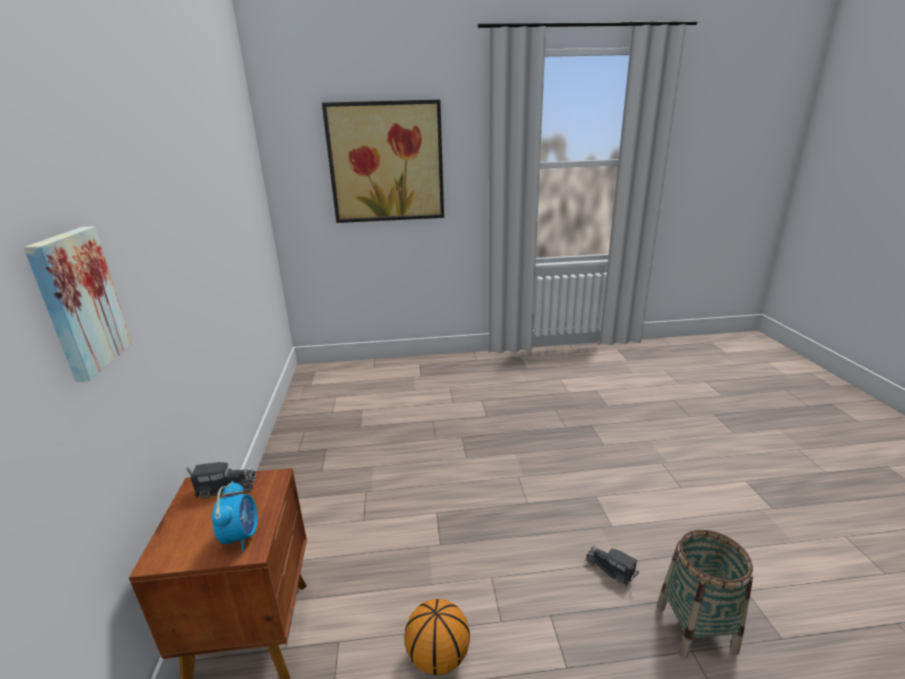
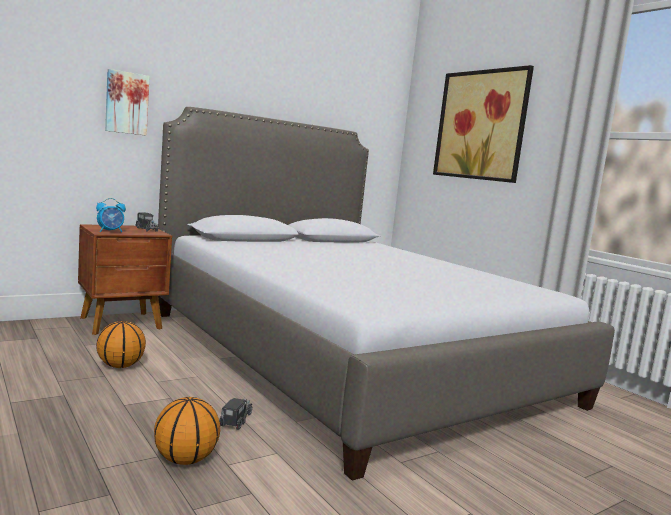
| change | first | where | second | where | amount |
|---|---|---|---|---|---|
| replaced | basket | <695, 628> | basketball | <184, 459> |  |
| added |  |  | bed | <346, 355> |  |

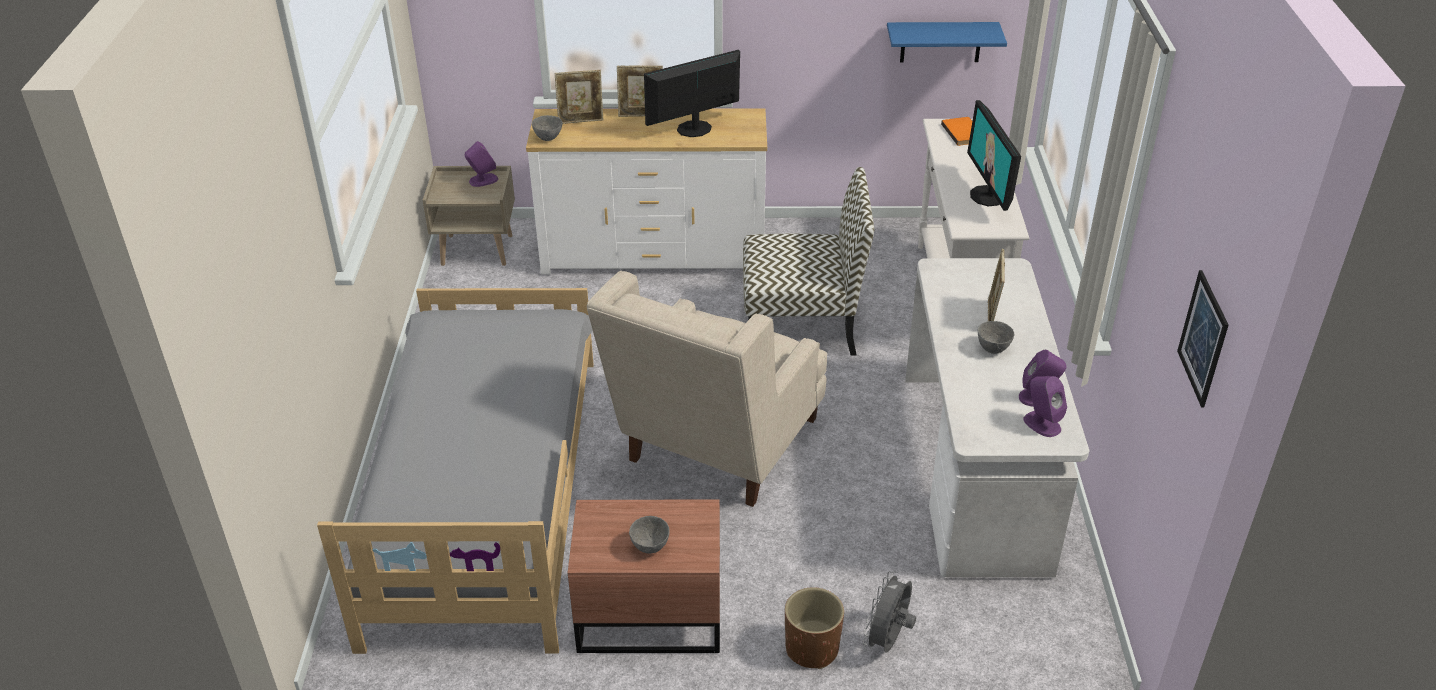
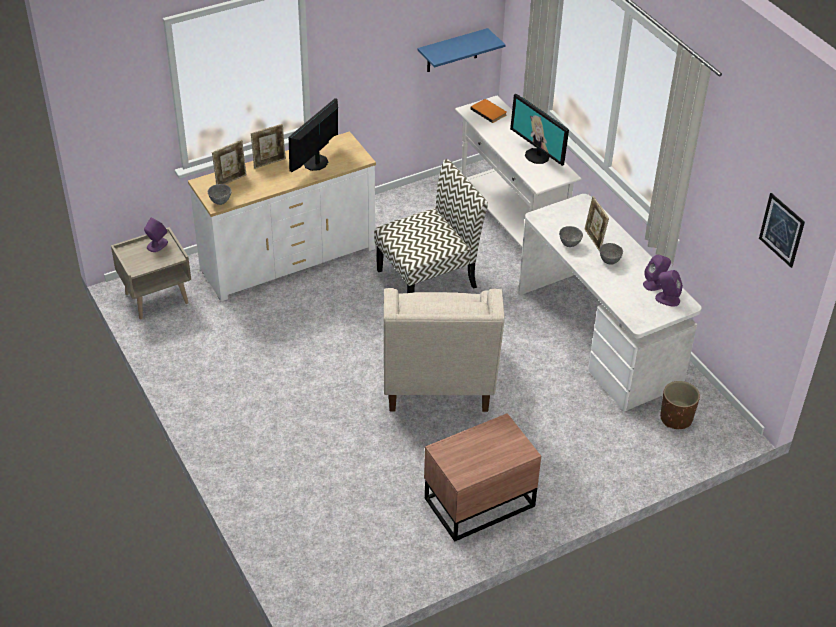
| change | first | where | second | where | amount |
|---|---|---|---|---|---|
| removed | bed (grey) | <485, 490> |  |  |  |
| moved | bowl (grey) | <651, 547> |  | <570, 244> |  |
| removed | fan (grey) | <887, 641> |  |  |  |
| moved | planter (brown) | <811, 649> |  | <676, 418> |  |

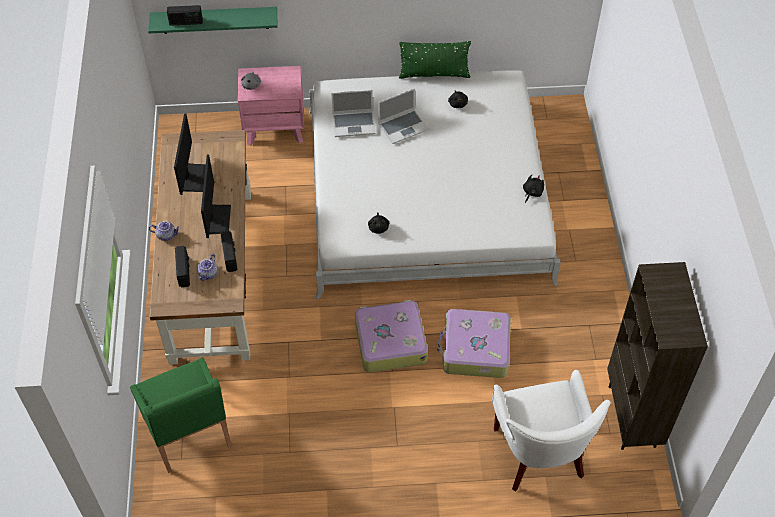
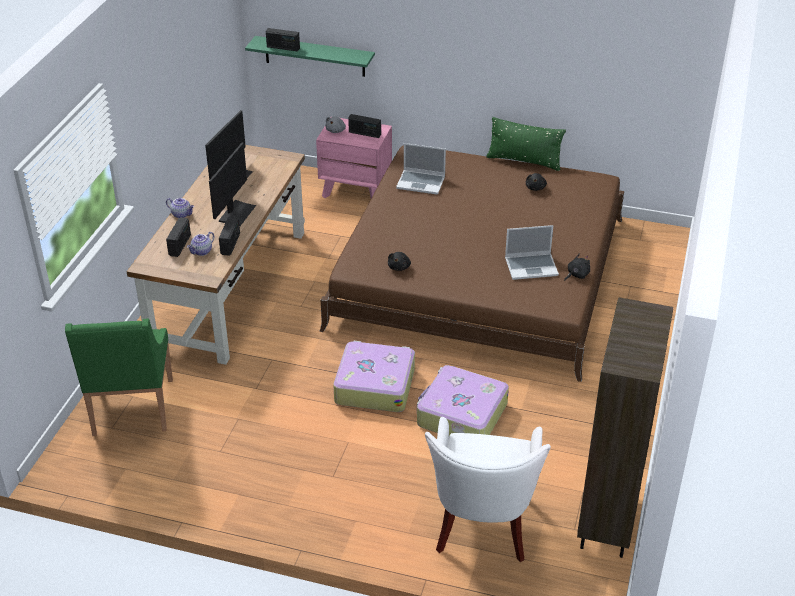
| change | first | where | second | where | amount |
|---|---|---|---|---|---|
| recoloured | bed (white) | <426, 193> | bed (brown) | <479, 272> |  |
| moved | laptop | <403, 126> |  | <531, 267> |  |
| added |  |  | radio | <364, 133> |  |

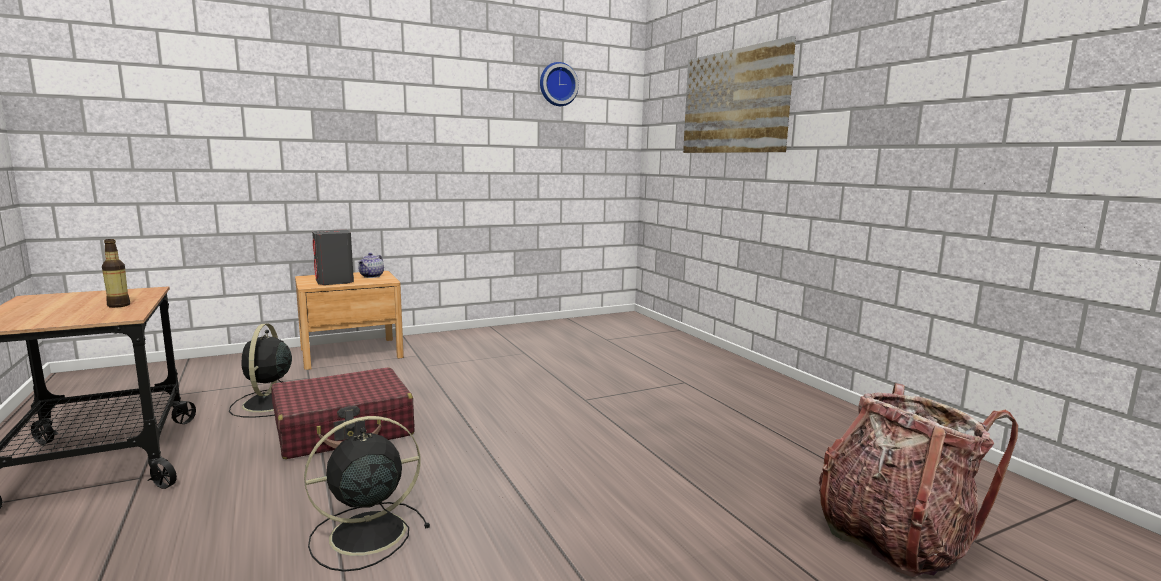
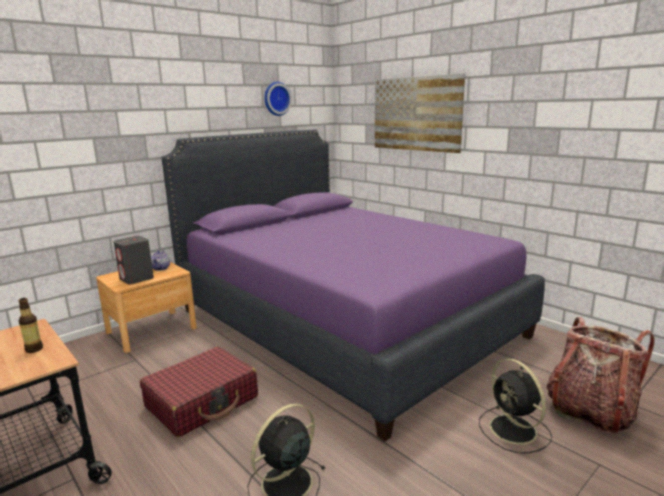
| change | first | where | second | where | amount |
|---|---|---|---|---|---|
| moved | fan (black) | <268, 404> |  | <514, 430> |  |
| added |  |  | bed (purple) | <344, 322> |  |

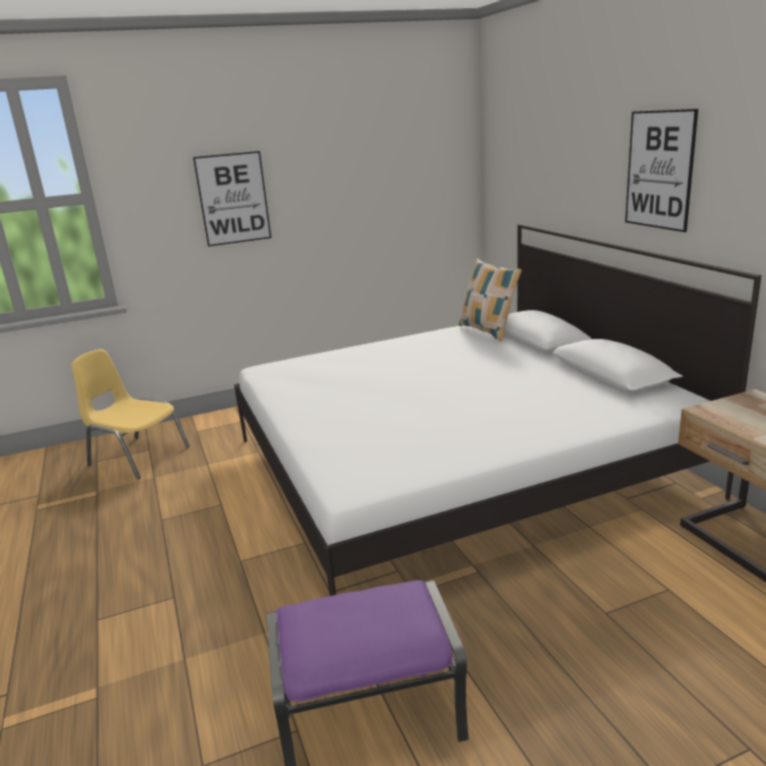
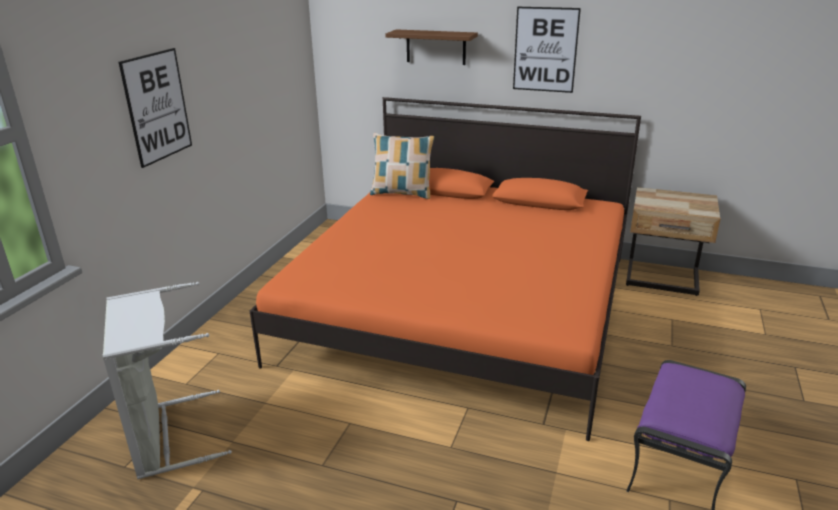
| change | first | where | second | where | amount |
|---|---|---|---|---|---|
| recoloured | bed (white) | <456, 466> | bed (orange) | <463, 307> |  |
| replaced | chair (yellow) | <137, 456> | laundry basket (grey) | <167, 436> |  |
| added |  |  | shelf (brown) | <436, 47> |  |

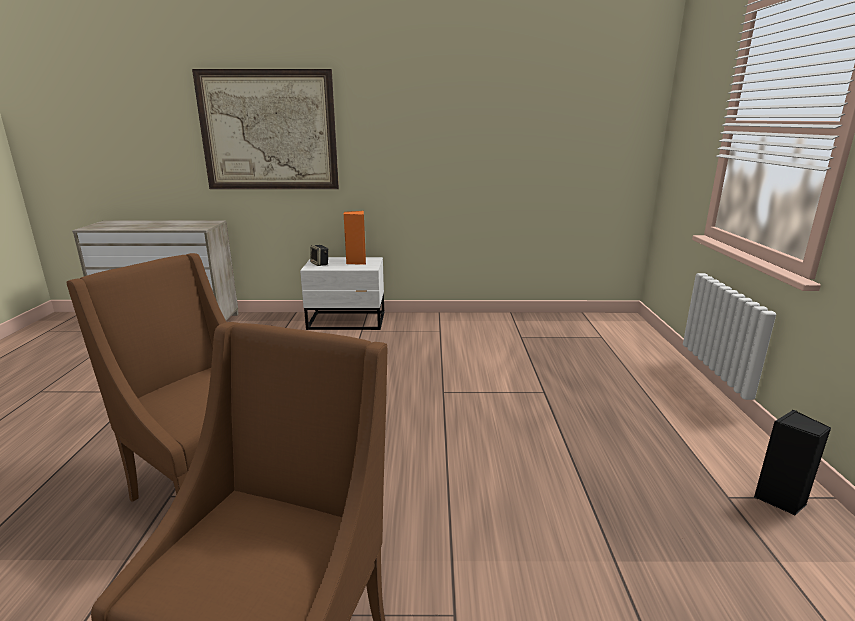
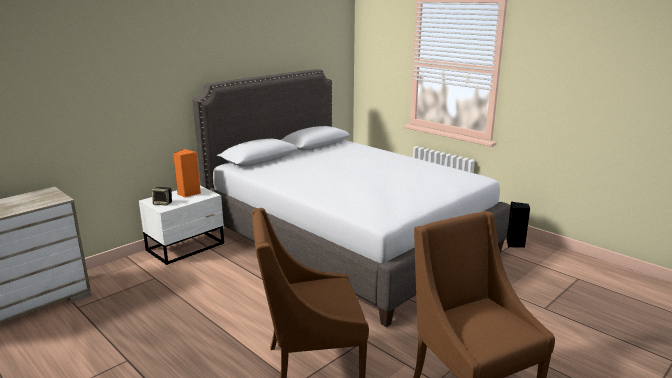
| change | first | where | second | where | amount |
|---|---|---|---|---|---|
| removed | picture | <268, 131> |  |  |  |
| added |  |  | bed (grey) | <347, 241> |  |

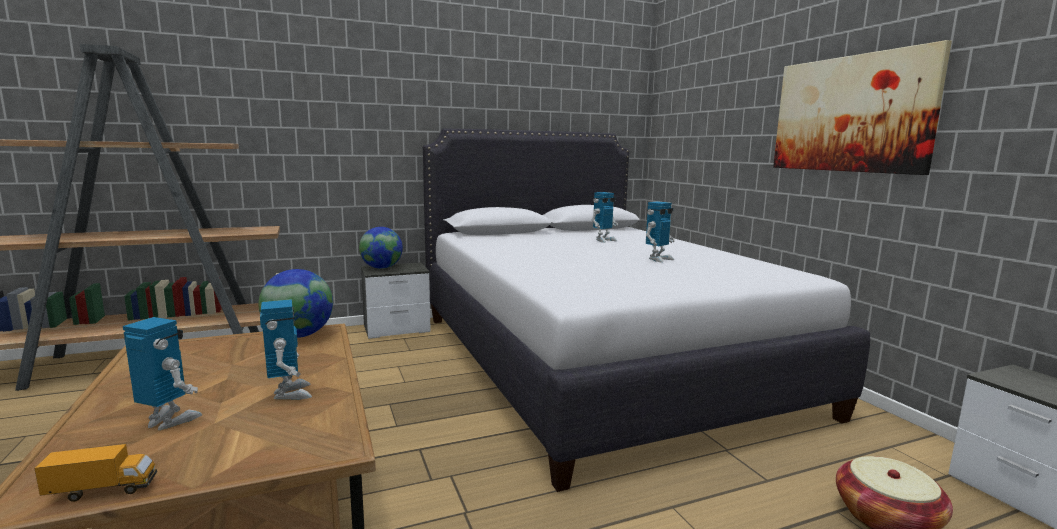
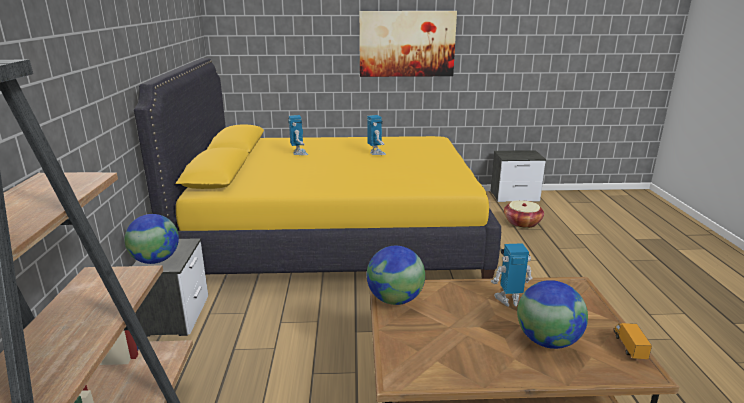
| change | first | where | second | where | amount |
|---|---|---|---|---|---|
| recoloured | bed (white) | <595, 360> | bed (yellow) | <335, 239> |  |
| replaced | toy robot | <168, 421> | globe | <547, 341> |  |

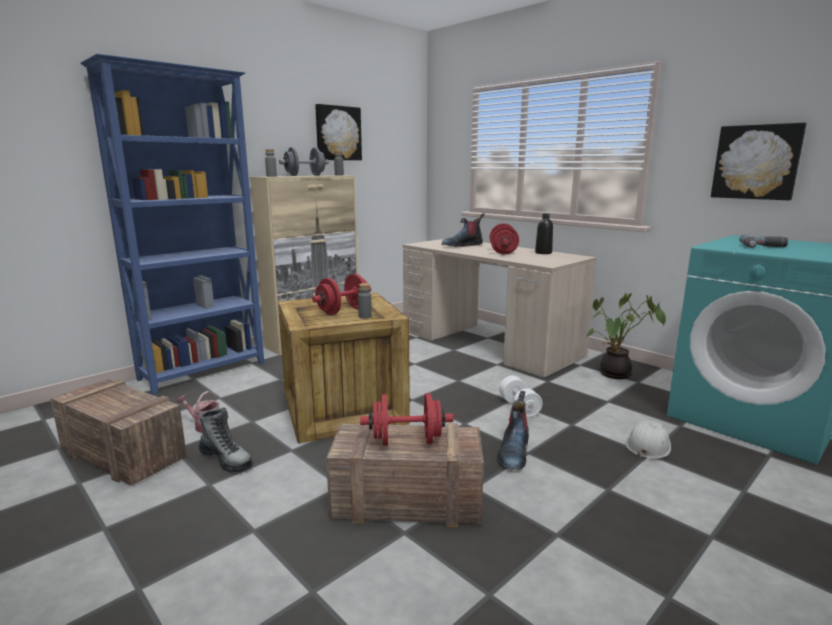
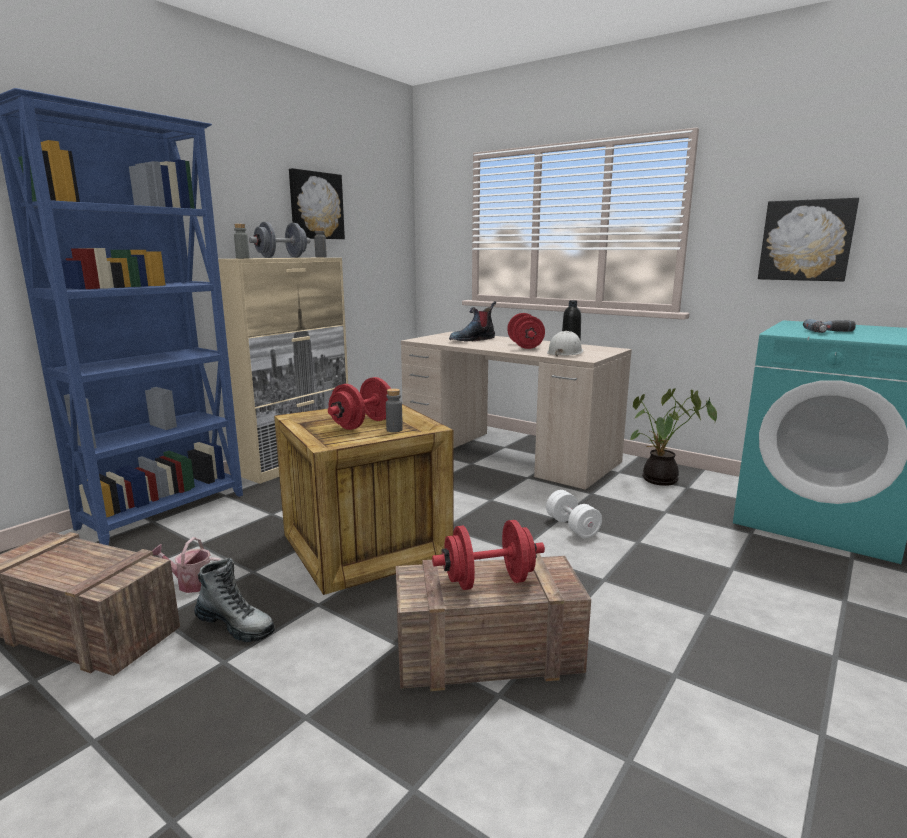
| change | first | where | second | where | amount |
|---|---|---|---|---|---|
| removed | boot | <514, 452> |  |  |  |
| moved | hard hat (white) | <648, 446> |  | <565, 353> |  |

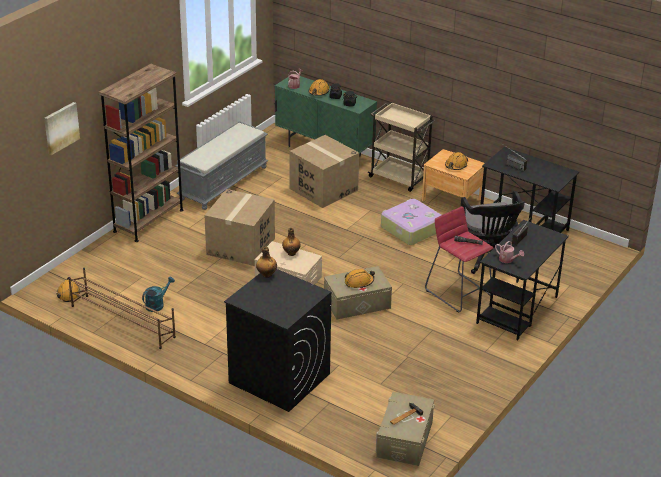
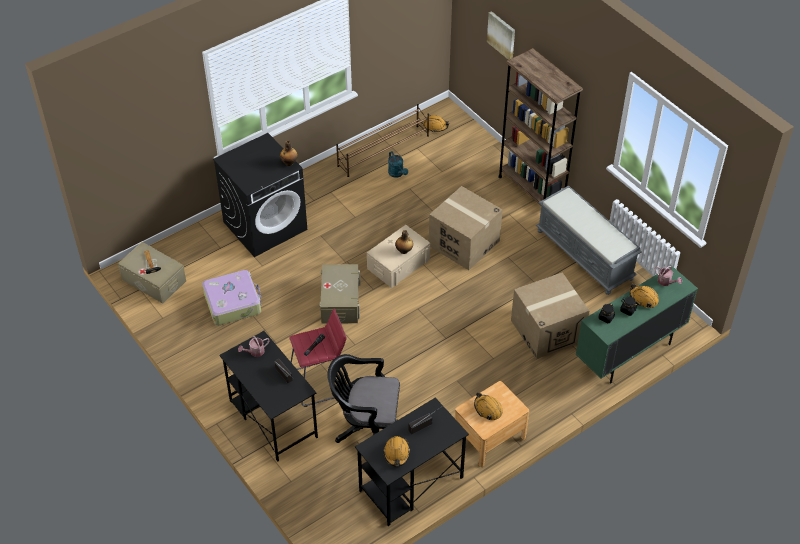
| change | first | where | second | where | amount |
|---|---|---|---|---|---|
| removed | cart (beige) | <399, 178> |  |  |  |
| moved | suitcase | <410, 228> |  | <233, 302> |  |
| moved | hard hat (orange) | <359, 282> |  | <397, 453> |  |

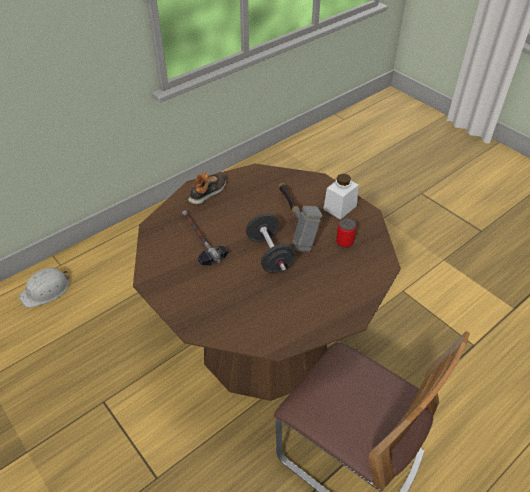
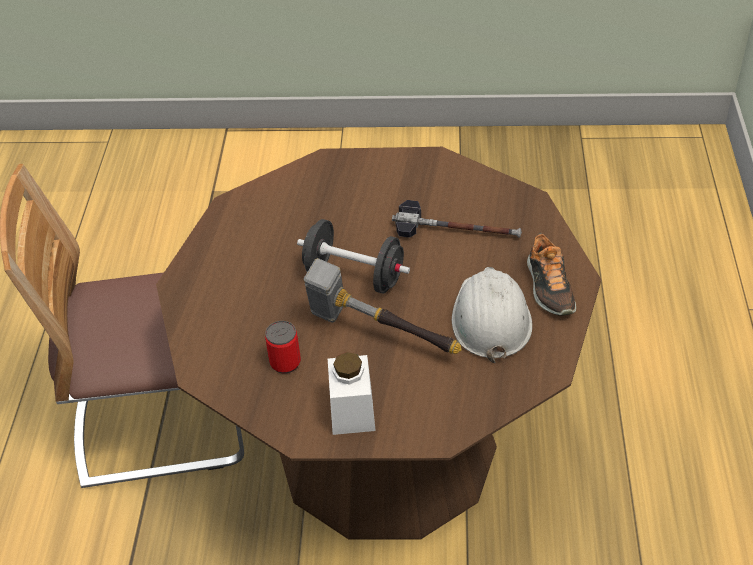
| change | first | where | second | where | amount |
|---|---|---|---|---|---|
| moved | hard hat (white) | <46, 290> |  | <490, 319> |  |

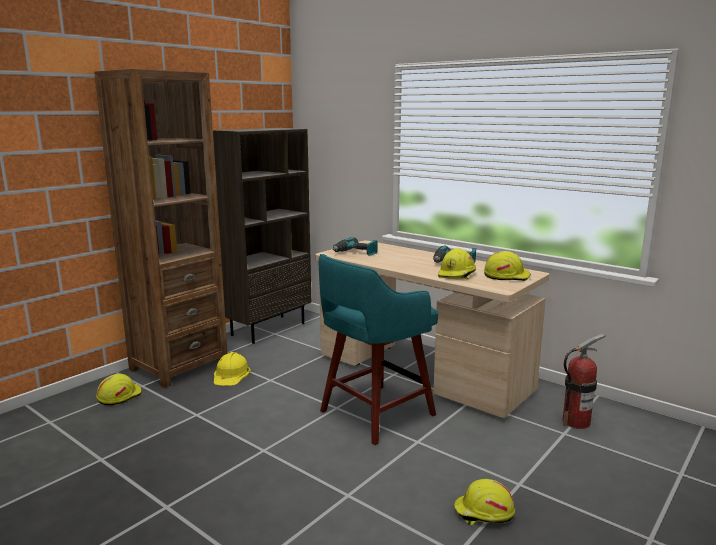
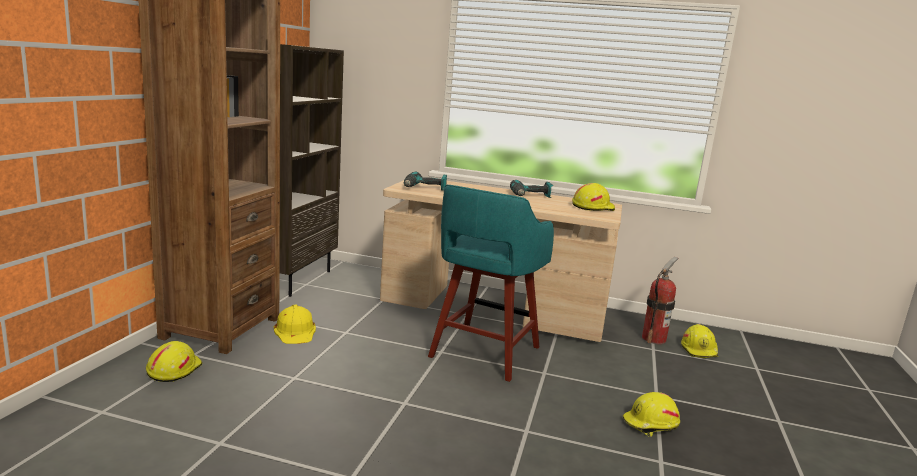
| change | first | where | second | where | amount |
|---|---|---|---|---|---|
| moved | hard hat (yellow) | <457, 274> |  | <699, 350> |  |

